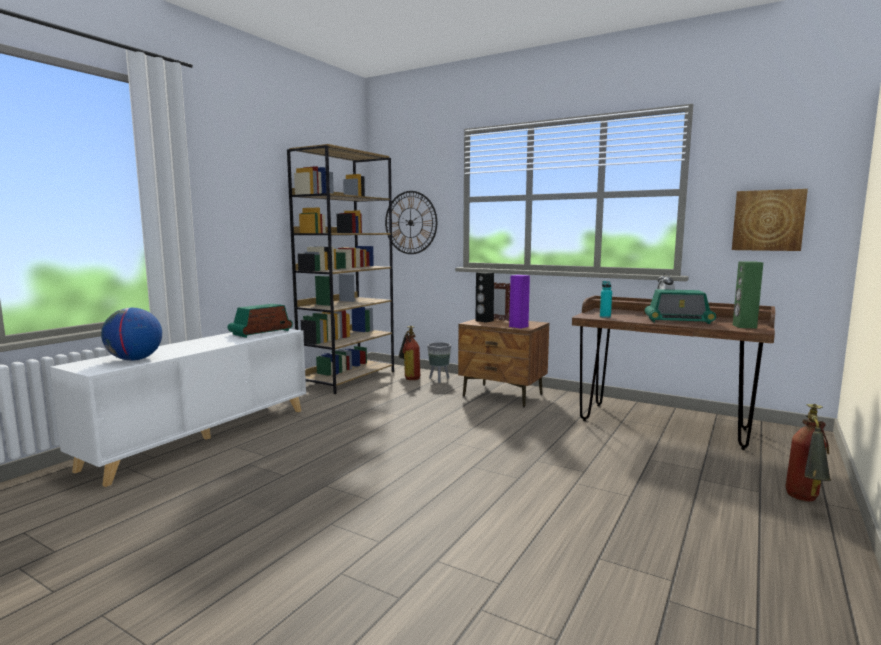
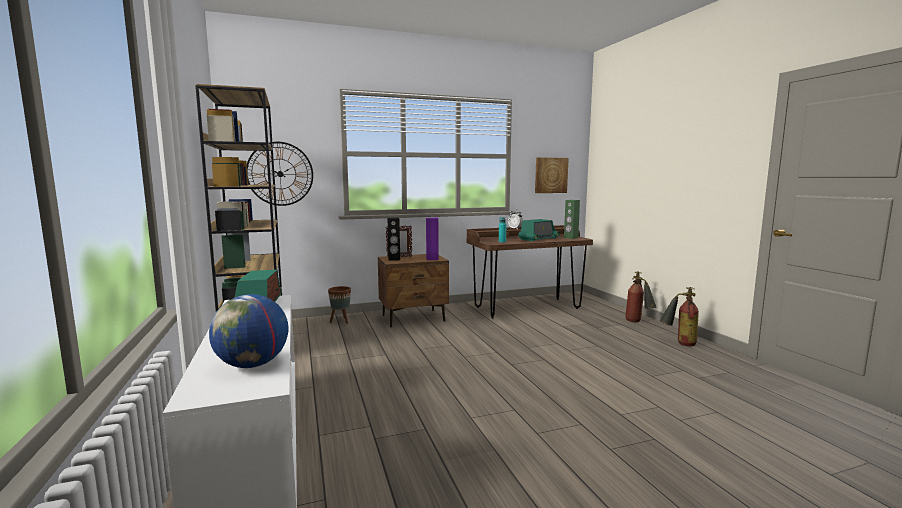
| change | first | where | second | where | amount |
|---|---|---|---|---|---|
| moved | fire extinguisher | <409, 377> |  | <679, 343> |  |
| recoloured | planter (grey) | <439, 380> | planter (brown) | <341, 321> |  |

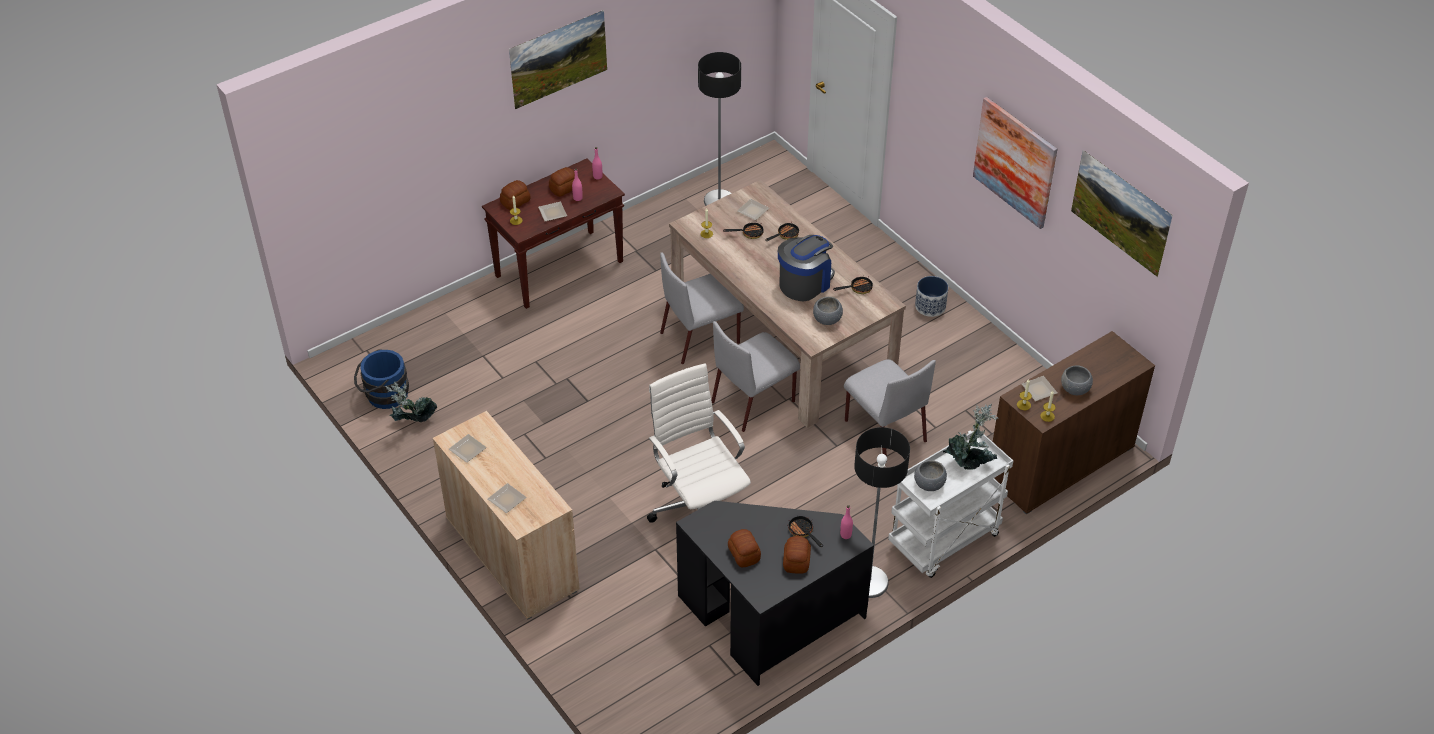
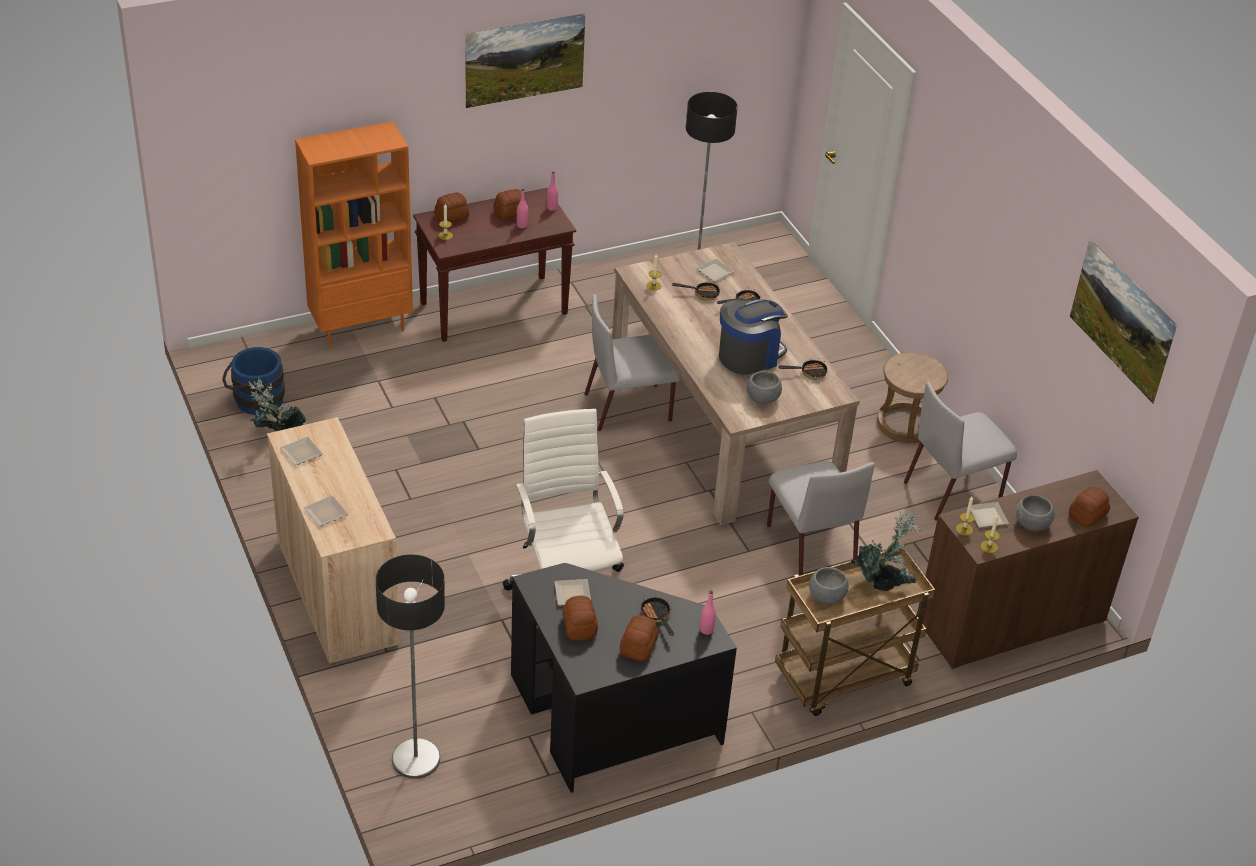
| change | first | where | second | where | amount |
|---|---|---|---|---|---|
| removed | picture | <1015, 162> |  |  |  |
| moved | plate | <551, 212> |  | <571, 593> |  |
| replaced | planter | <930, 306> | stool (brown) | <906, 424> |  |
| moved | chair (grey) | <754, 401> |  | <954, 490> |  |
| moved | floor lamp | <869, 582> |  | <416, 759> |  |
| recoloured | cart (white) | <944, 542> | cart (brown) | <843, 680> |  |
| added |  |  | bookcase (orange) | <361, 327> |  |
| added |  |  | bread | <1086, 515> |  |

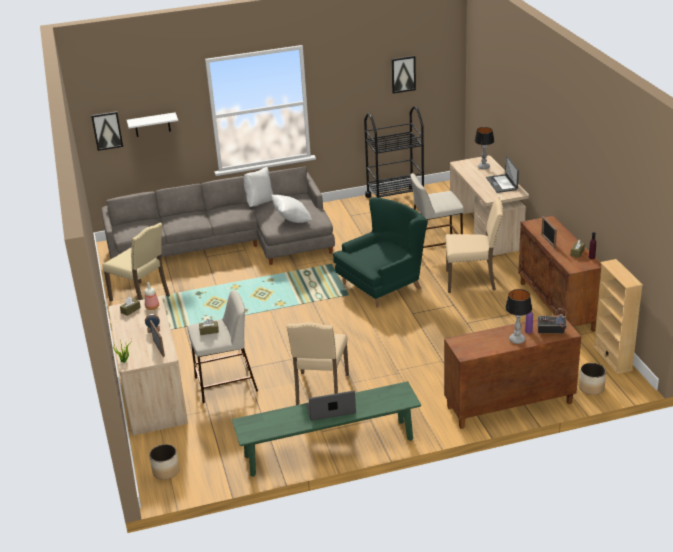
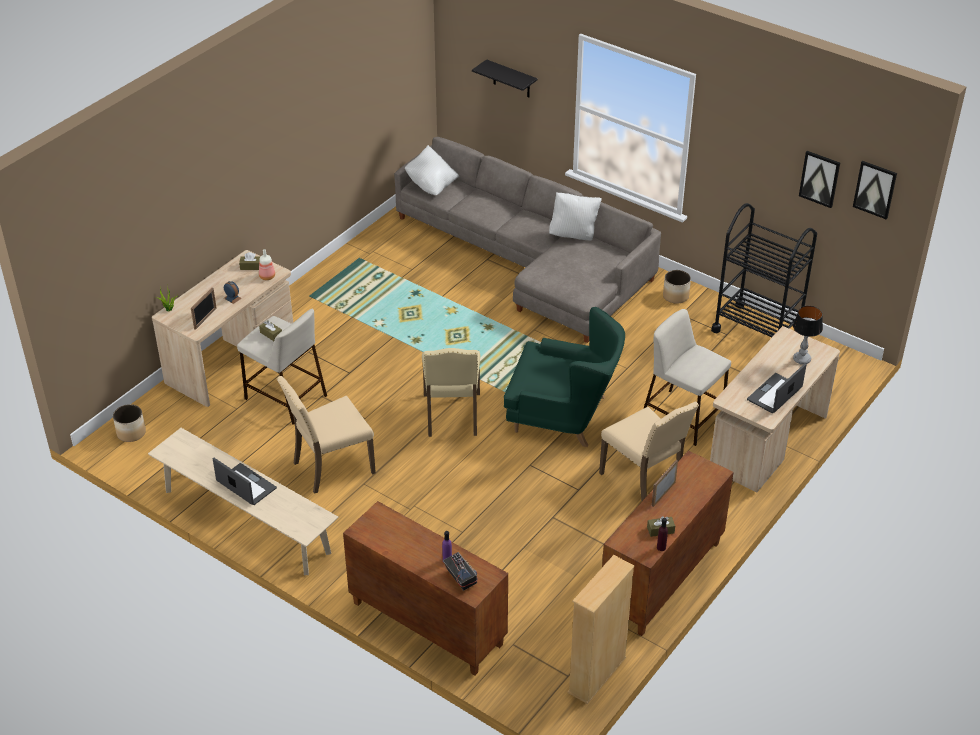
| change | first | where | second | where | amount |
|---|---|---|---|---|---|
| moved | picture | <107, 130> |  | <875, 189> |  |
| recoloured | shelf (white) | <152, 125> | shelf (black) | <511, 79> |  |
| moved | pillow (white) | <292, 220> |  | <431, 185> |  |
| moved | chair (beige) | <142, 298> |  | <452, 416> |  |
| removed | table lamp | <517, 340> |  |  |  |
| moved | planter | <591, 388> |  | <676, 296> |  |
| recoloured | bench (green) | <329, 448> | bench (beige) | <246, 521> |  |

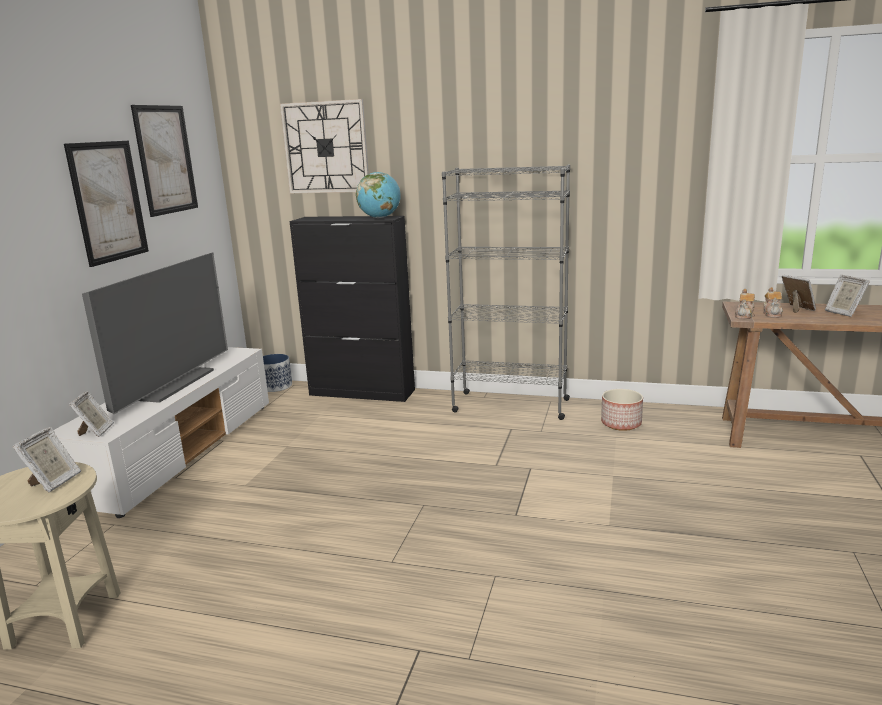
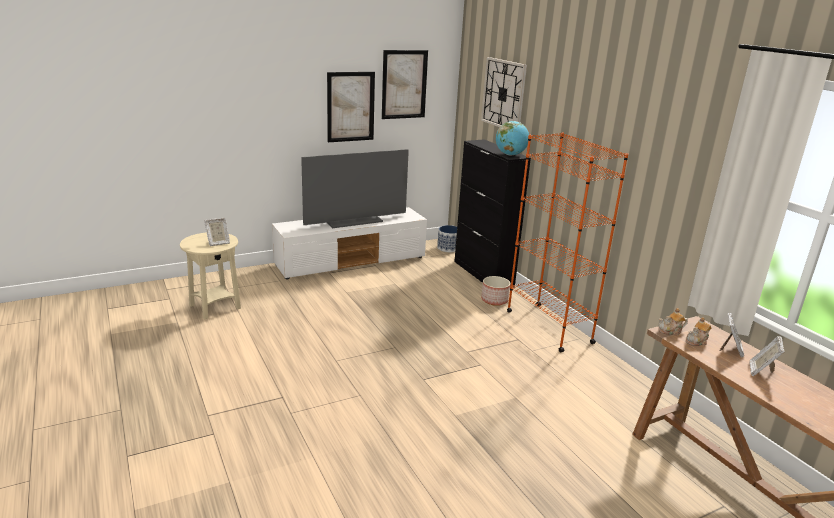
| change | first | where | second | where | amount |
|---|---|---|---|---|---|
| recoloured | bookcase (grey) | <510, 405> | bookcase (orange) | <548, 326> |  |
| moved | planter | <621, 423> |  | <494, 300> |  |
| removed | picture frame | <96, 432> |  |  |  |

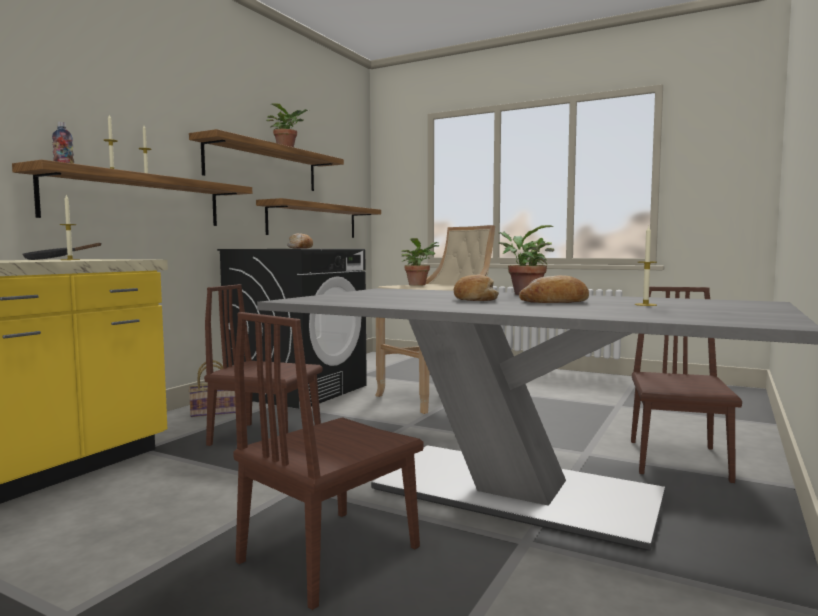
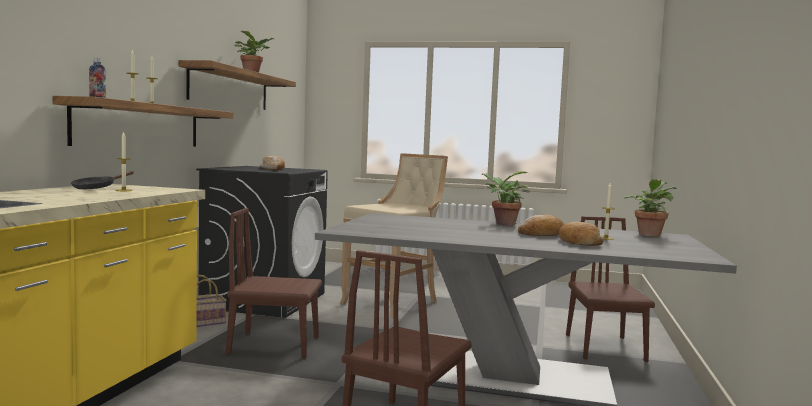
| change | first | where | second | where | amount |
|---|---|---|---|---|---|
| removed | shelf | <313, 221> |  |  |  |
| moved | potted plant | <418, 285> |  | <649, 234> |  |
| moved | bread | <474, 299> |  | <578, 243> |  |

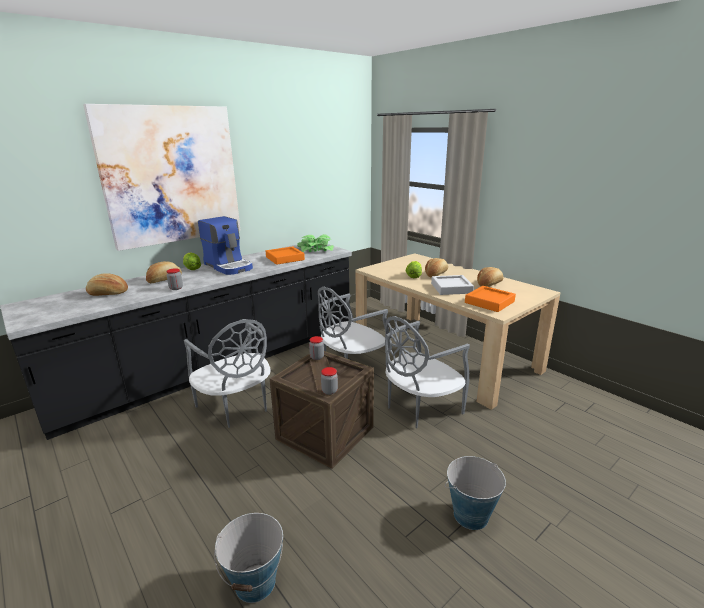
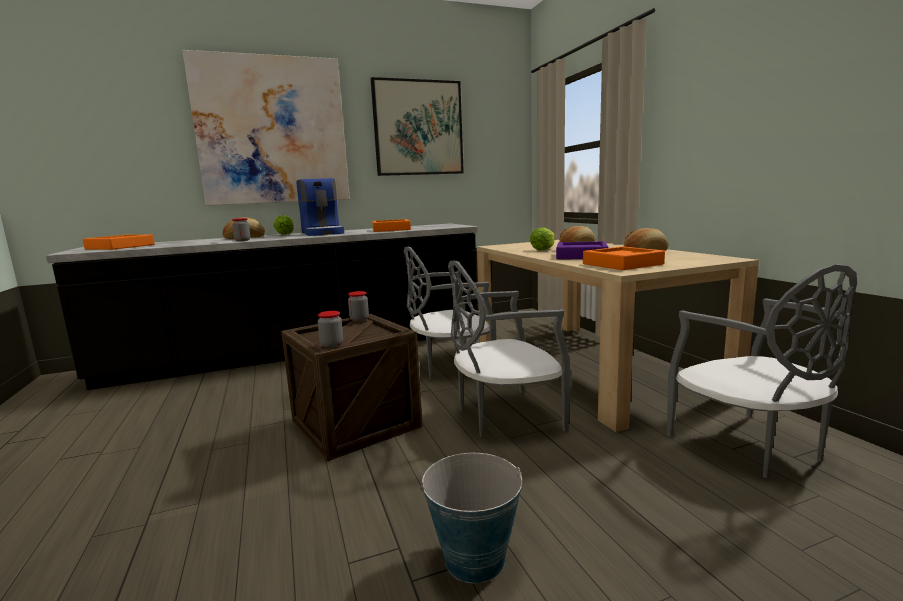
| change | first | where | second | where | amount |
|---|---|---|---|---|---|
| removed | potted plant | <315, 250> |  |  |  |
| removed | bread | <108, 293> |  |  |  |
| recoloured | tray (grey) | <451, 288> | tray (purple) | <581, 256> |  |
| moved | chair (grey) | <236, 407> |  | <749, 446> |  |
| removed | bucket | <255, 582> |  |  |  |
| added |  |  | picture | <418, 128> |  |
| added |  |  | tray (orange) | <120, 247> |  |

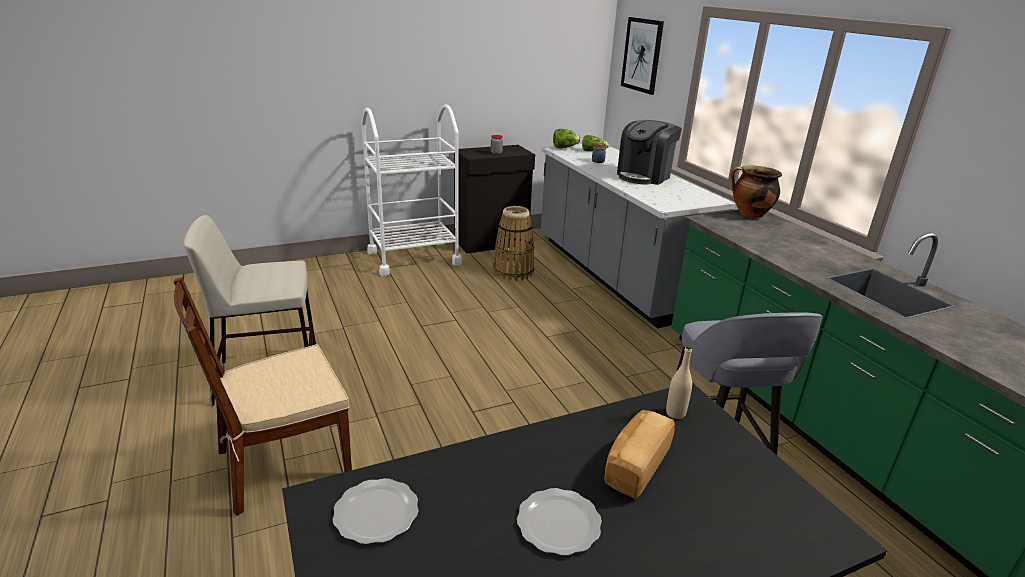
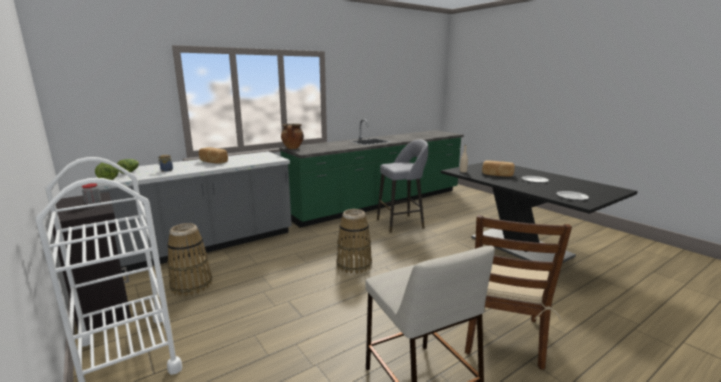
| change | first | where | second | where | amount |
|---|---|---|---|---|---|
| removed | picture | <642, 55> |  |  |  |
| replaced | coffee machine | <644, 176> | bread | <213, 162> |  |
| turned | chair (brown) | <282, 463> |  | <502, 336> | 60 degrees clockwise |
| added |  |  | basket | <354, 265> |  |

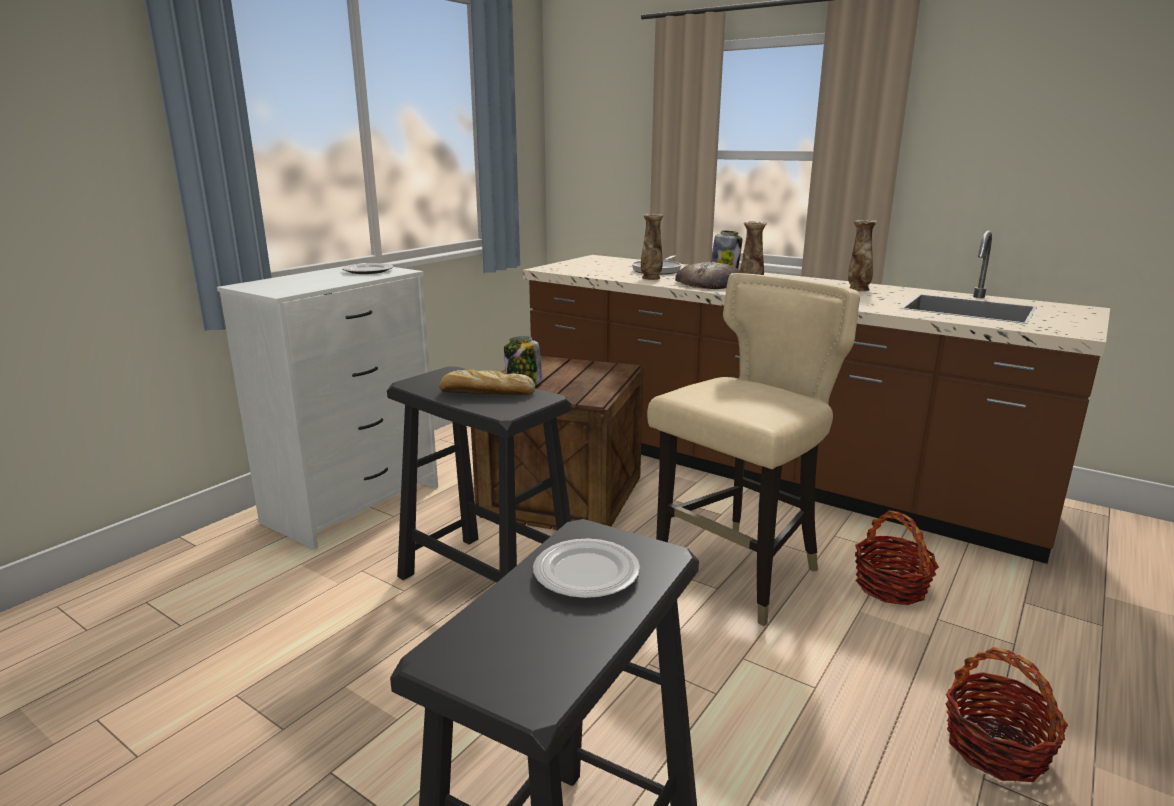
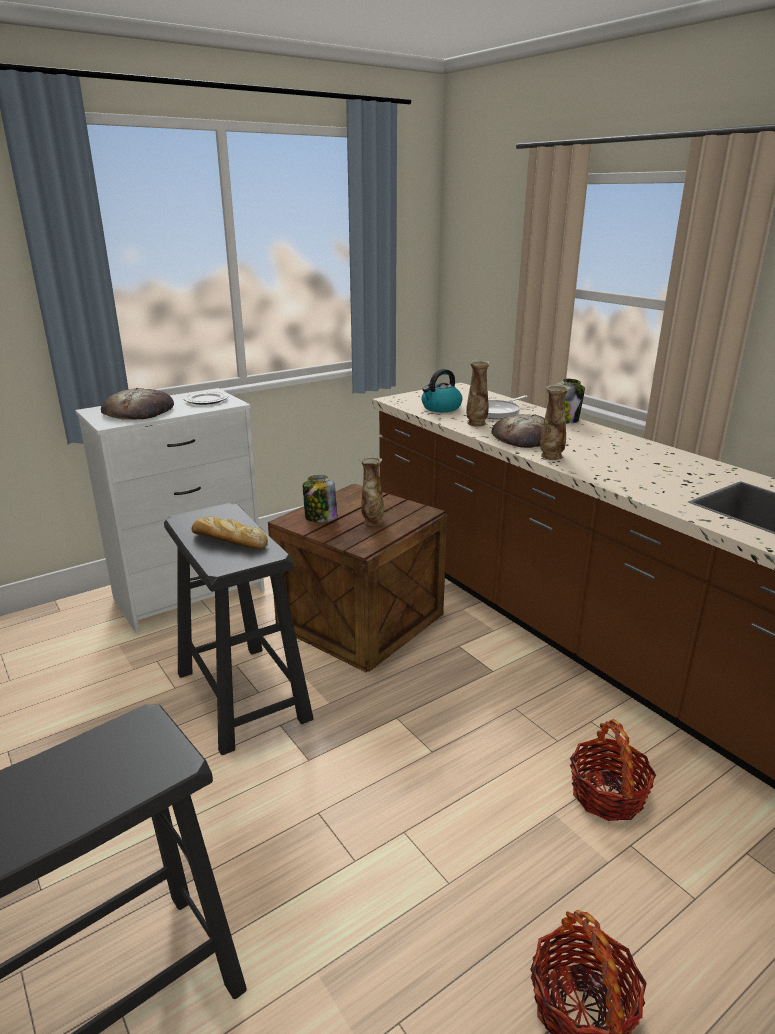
| change | first | where | second | where | amount |
|---|---|---|---|---|---|
| moved | vase | <858, 289> |  | <372, 521> |  |
| removed | chair (beige) | <739, 575> |  |  |  |
| removed | plate | <586, 573> |  |  |  |
| added |  |  | kettle | <441, 408> |  |
| added |  |  | bread | <139, 410> |  |

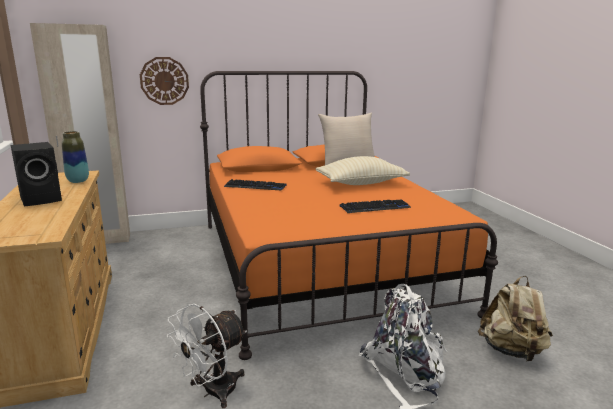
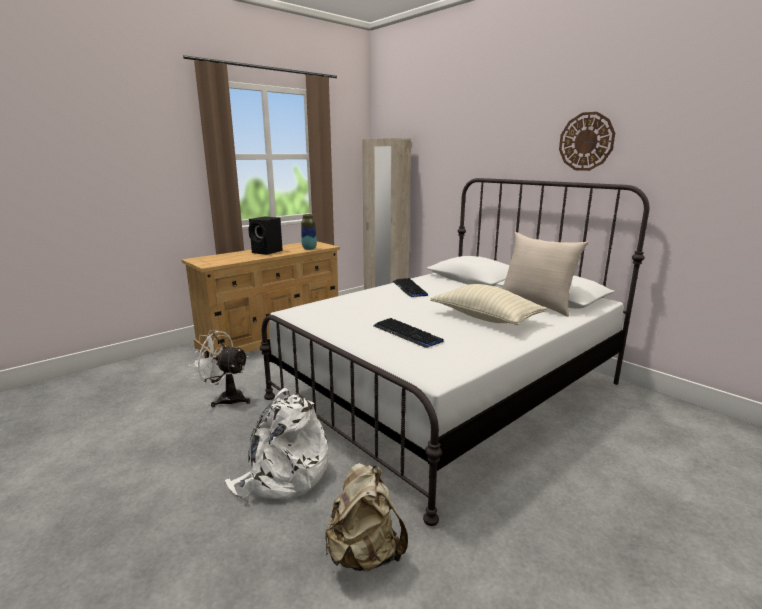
| change | first | where | second | where | amount |
|---|---|---|---|---|---|
| moved | wall clock | <164, 81> |  | <586, 141> |  |
| recoloured | bed (orange) | <320, 263> | bed (white) | <448, 390> |  |

